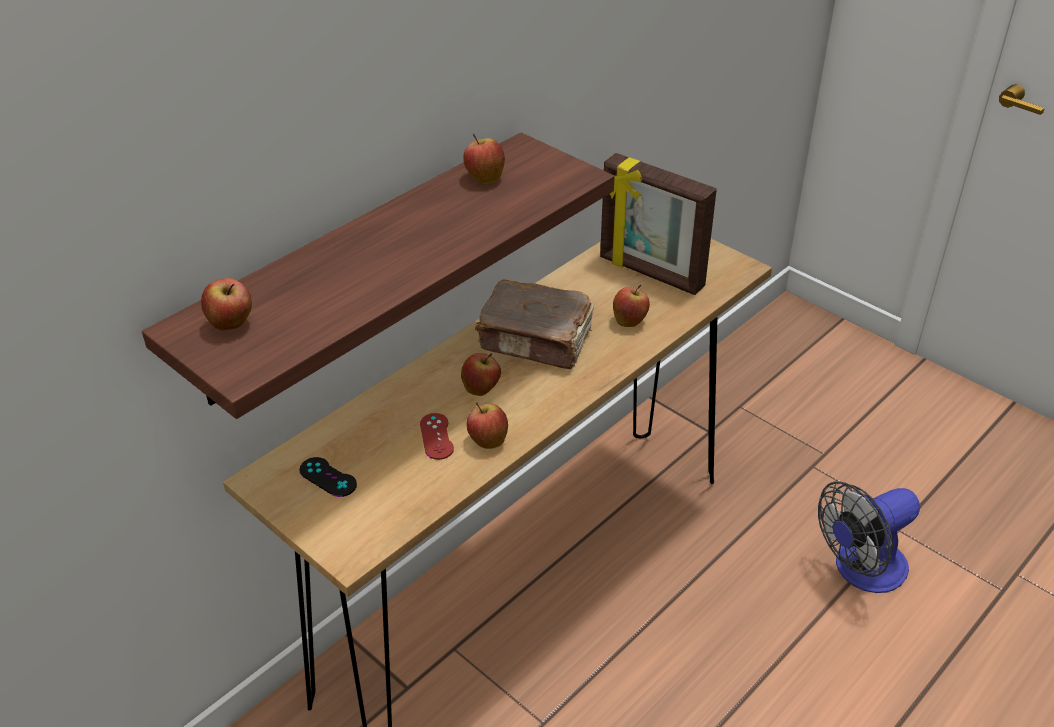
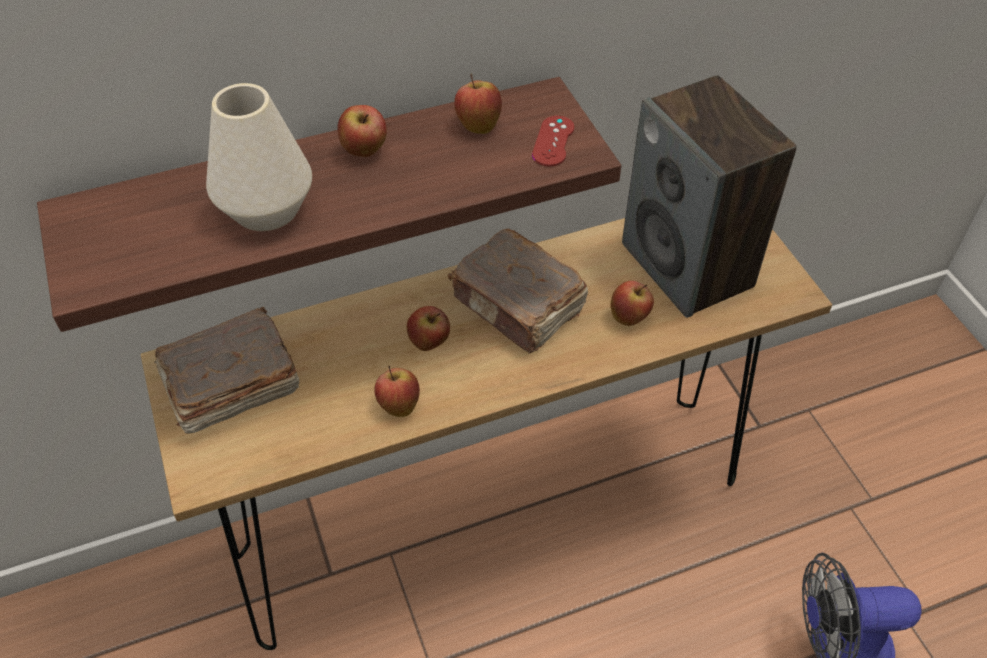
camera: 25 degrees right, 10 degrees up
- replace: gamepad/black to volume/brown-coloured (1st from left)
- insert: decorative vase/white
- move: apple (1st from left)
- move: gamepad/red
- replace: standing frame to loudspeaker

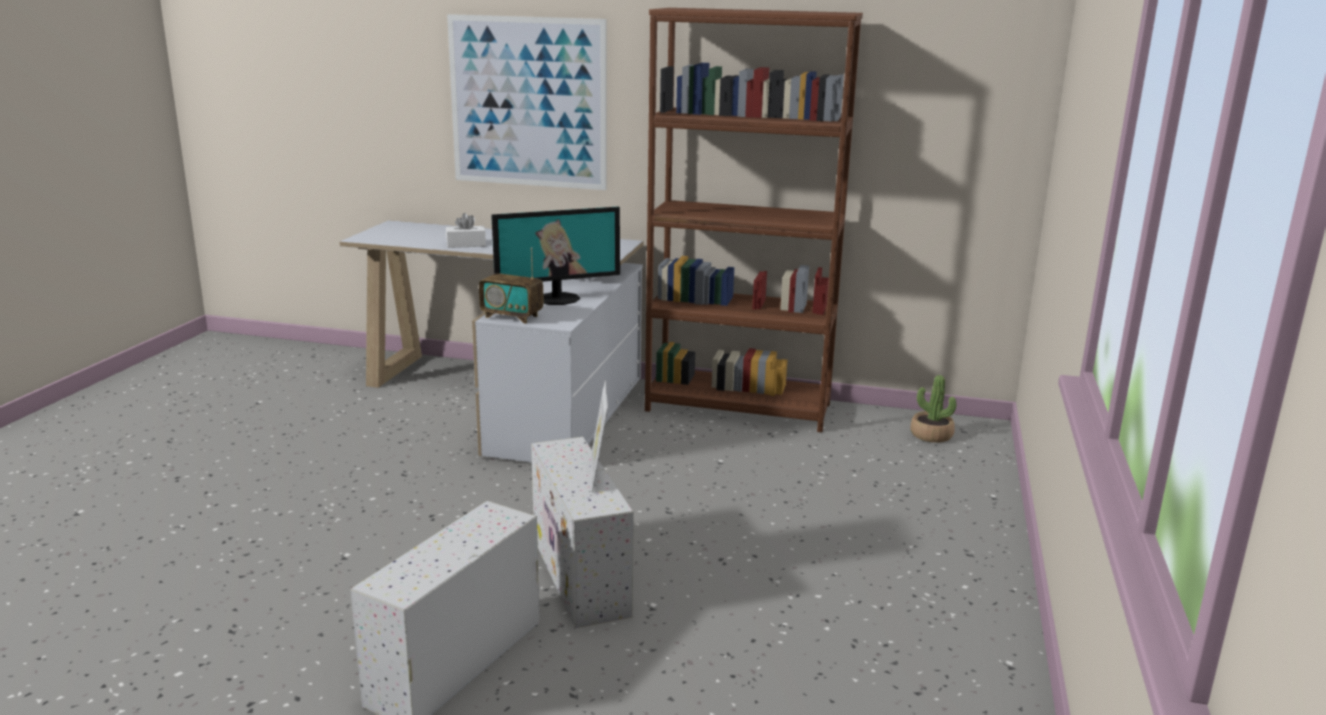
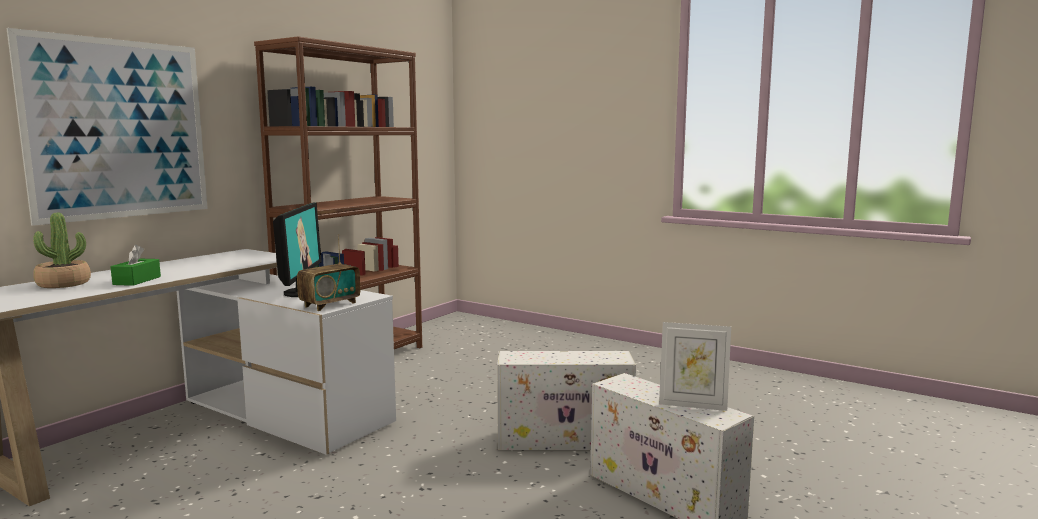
camera: 70 degrees left, 10 degrees down
- move: houseplant
- recolor: tissue box/white to tissue box/green
- move: standing frame

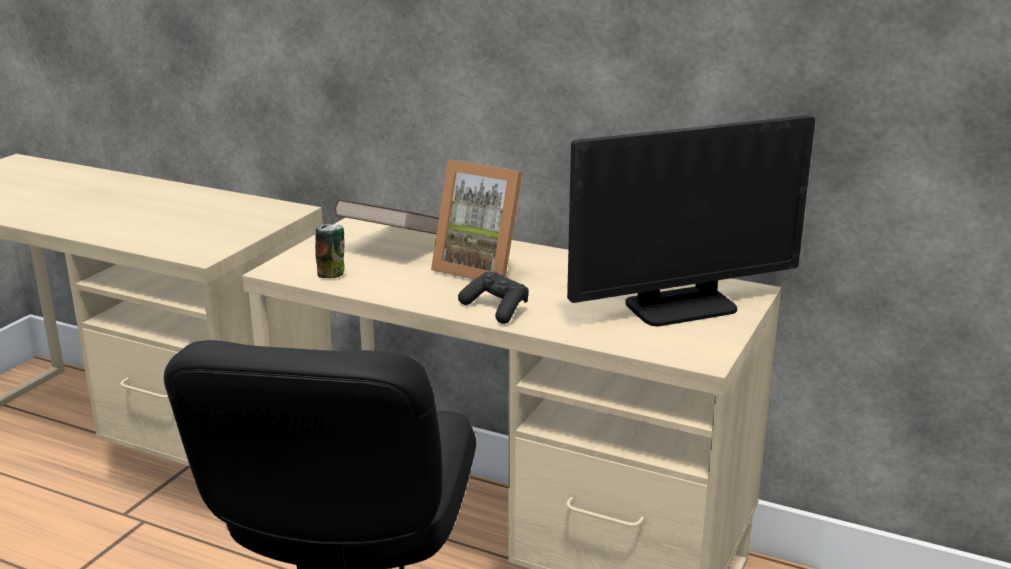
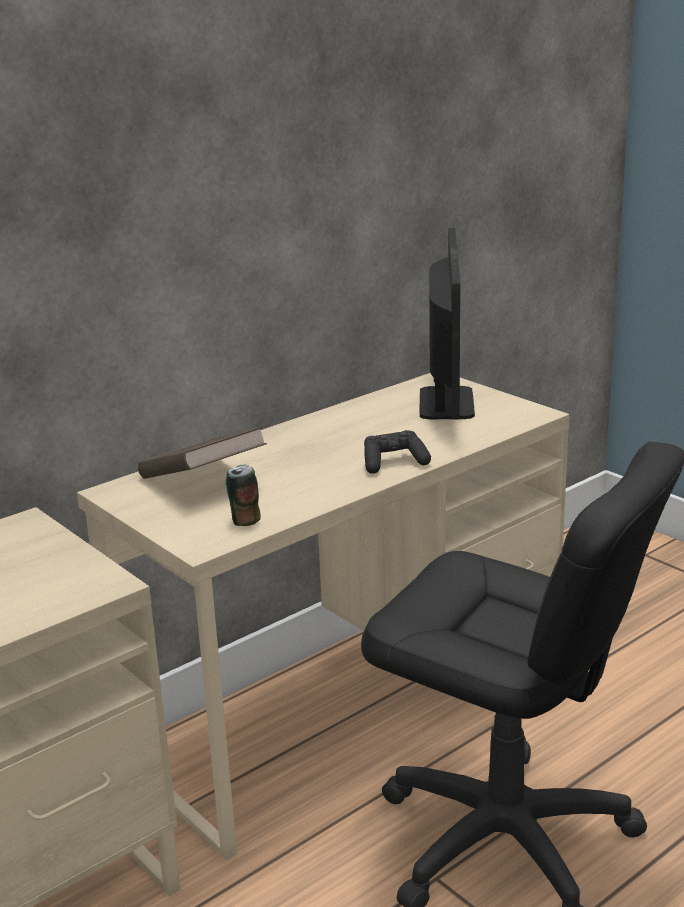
camera: 65 degrees left, 0 degrees up
- delete: standing frame

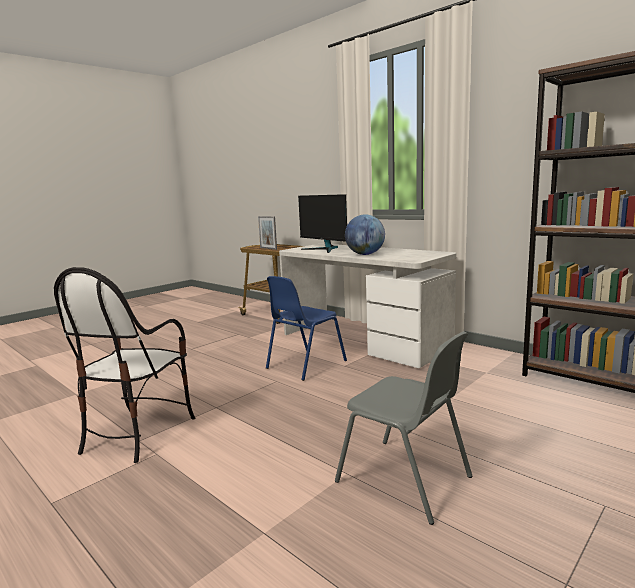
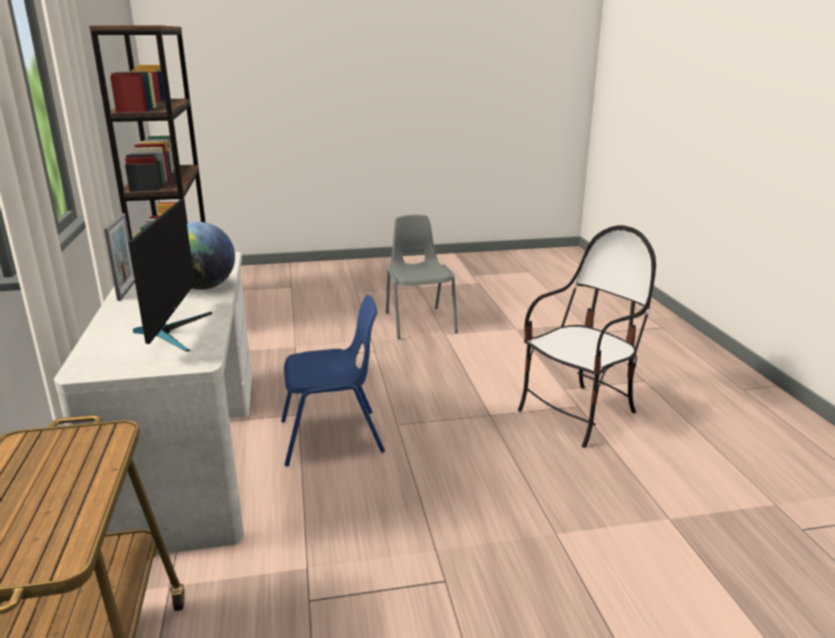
camera: 145 degrees left, 10 degrees up
- move: standing frame

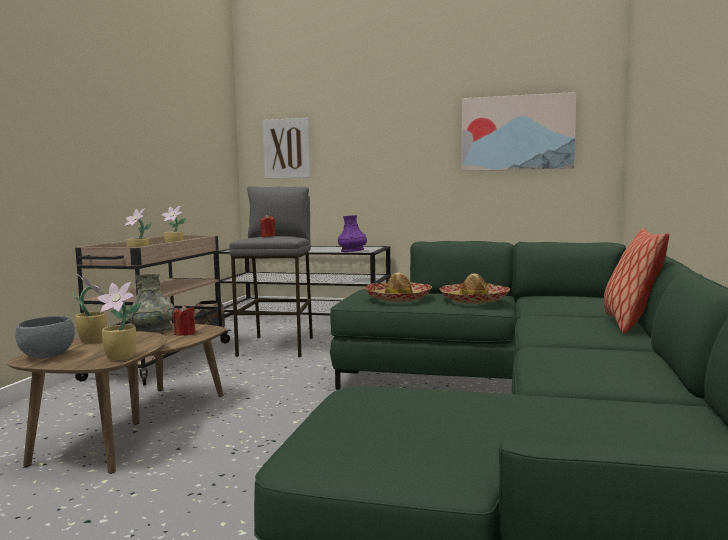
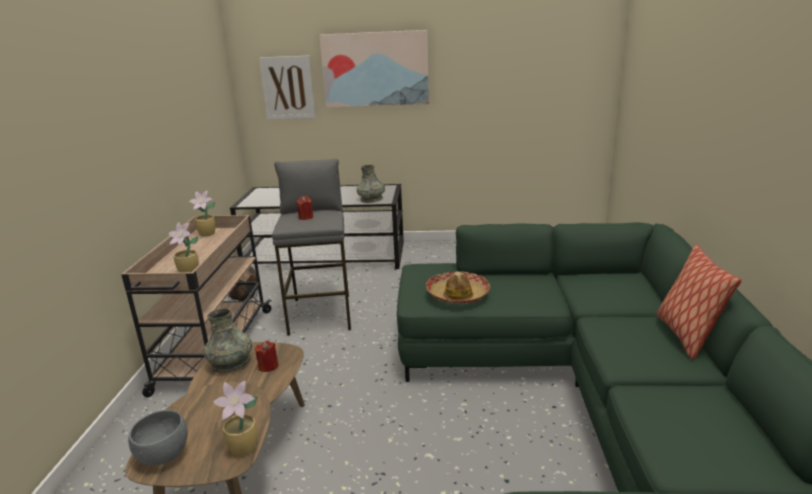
camera: 10 degrees left, 15 degrees up
- move: wall picture (2nd from left)
- recolor: decorative vase/purplish to decorative vase/grey (2nd from left)
- delete: houseplant (1st from left)
- delete: wearable hat (2nd from left)

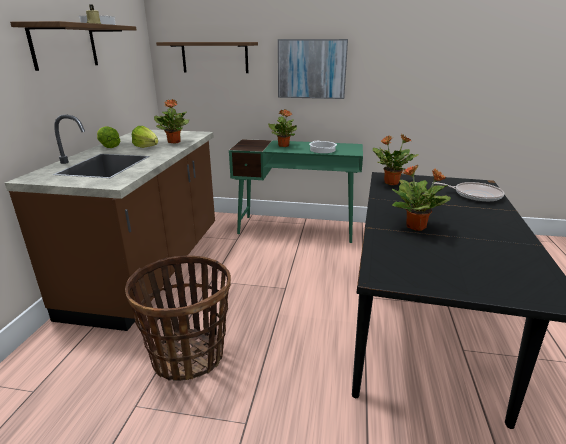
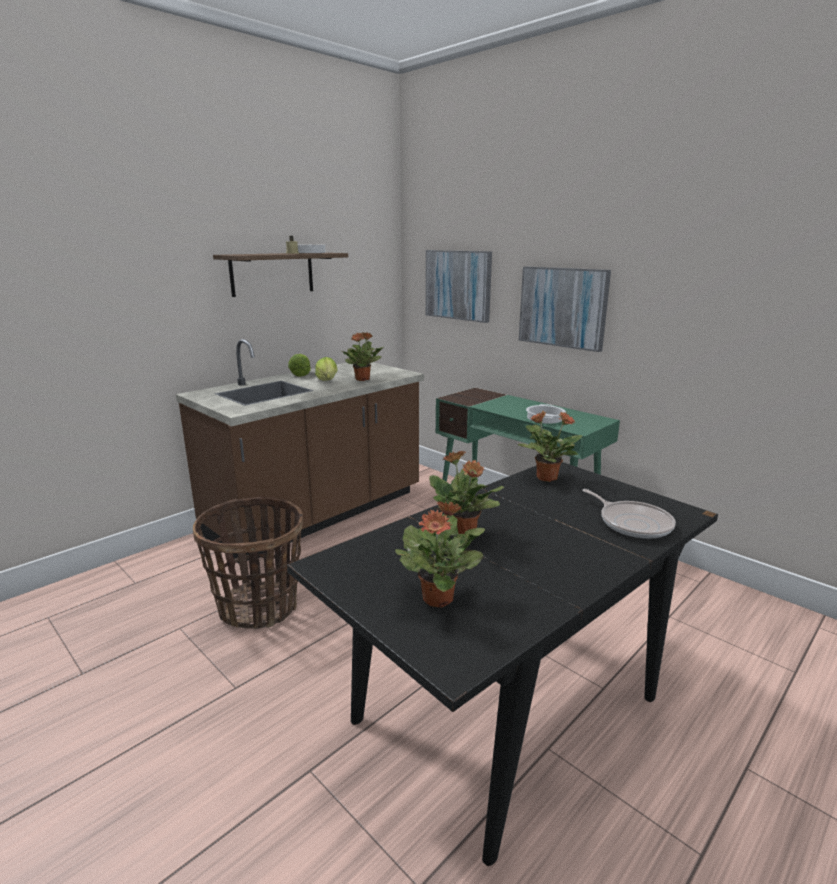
camera: 35 degrees right, 5 degrees down
- move: houseplant (2nd from left)
- replace: wall shelf (2nd from left) to wall picture (1st from left)

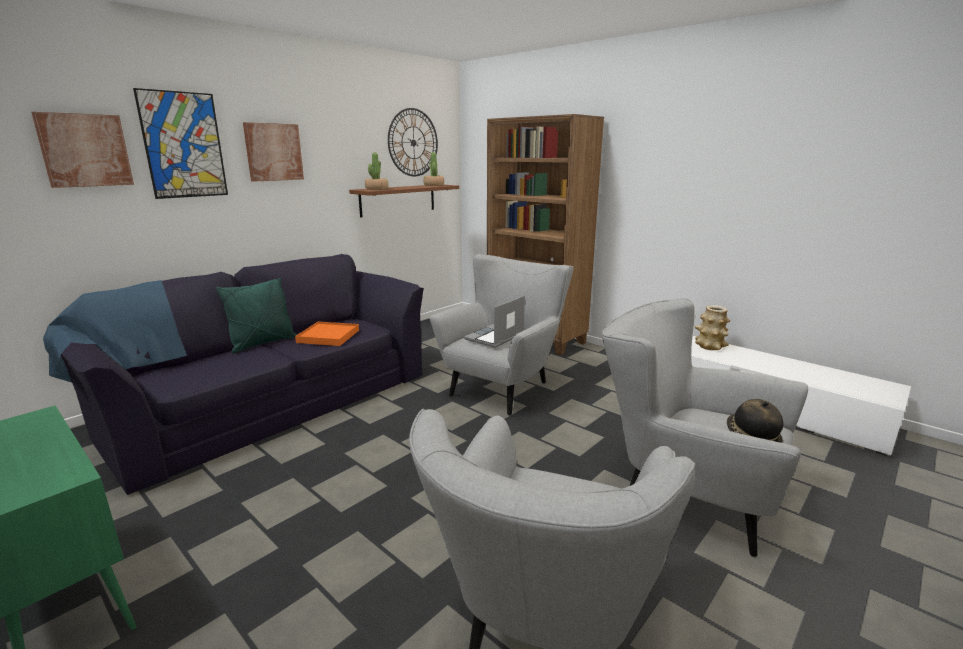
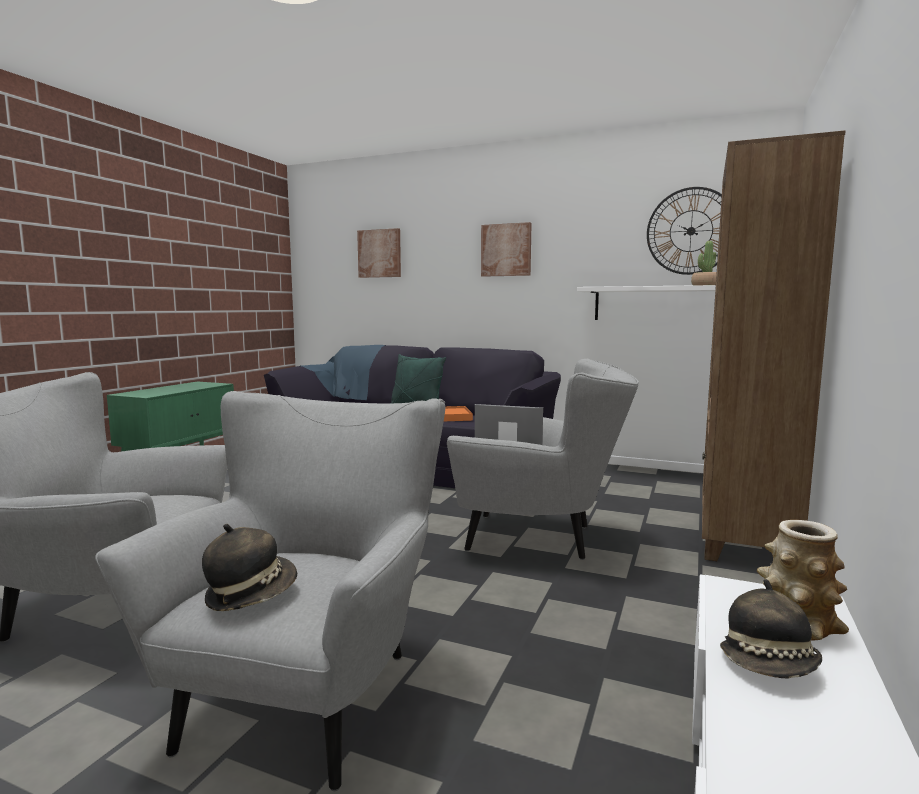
camera: 70 degrees right, 10 degrees down
- recolor: wall shelf/brown-coloured to wall shelf/white
- insert: wearable hat (2nd from left)
- delete: wall picture (2nd from left)
- delete: houseplant (1st from left)

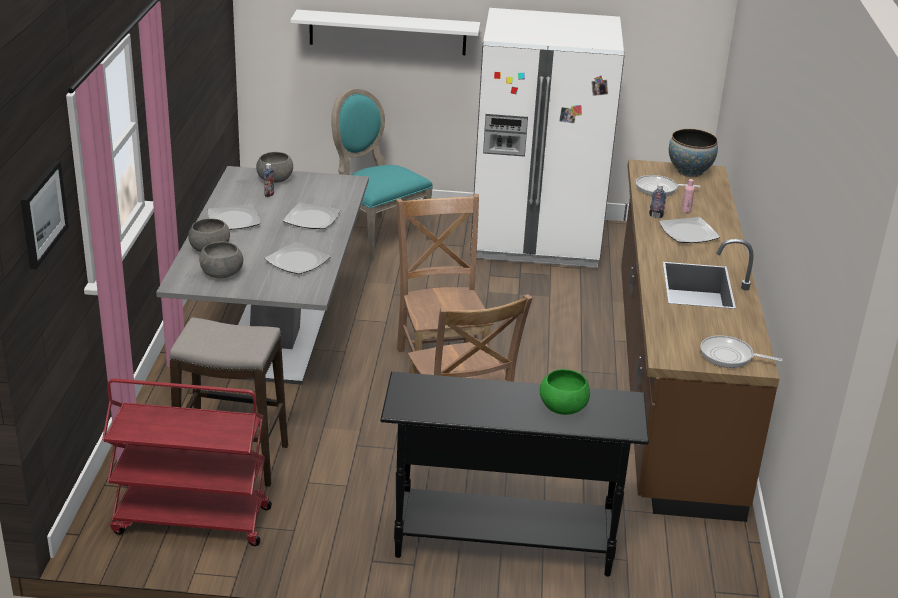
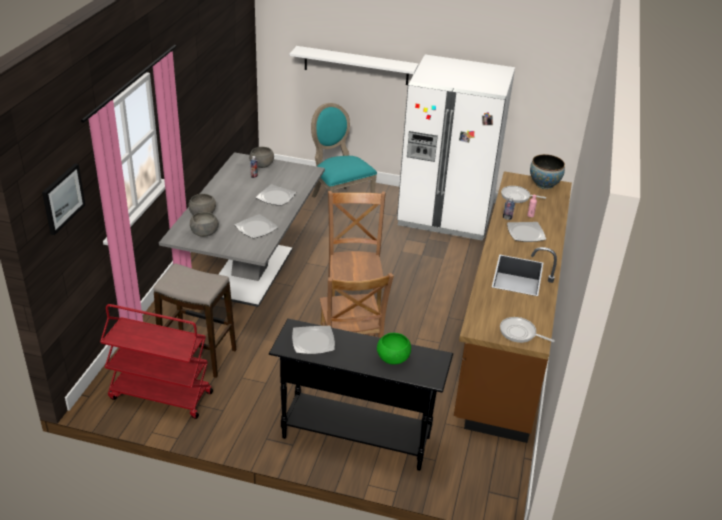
camera: 10 degrees right, 5 degrees up
- move: plate (1st from left in the first image) to plate (3rd from left)

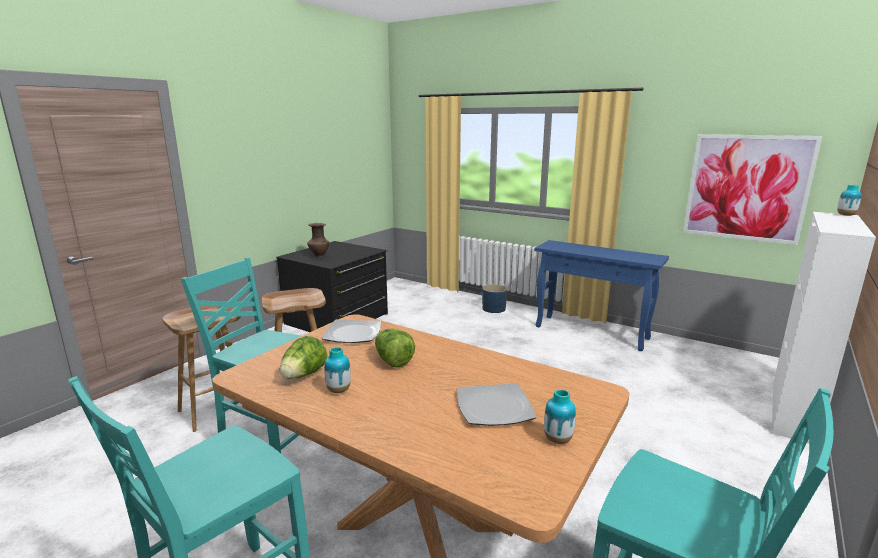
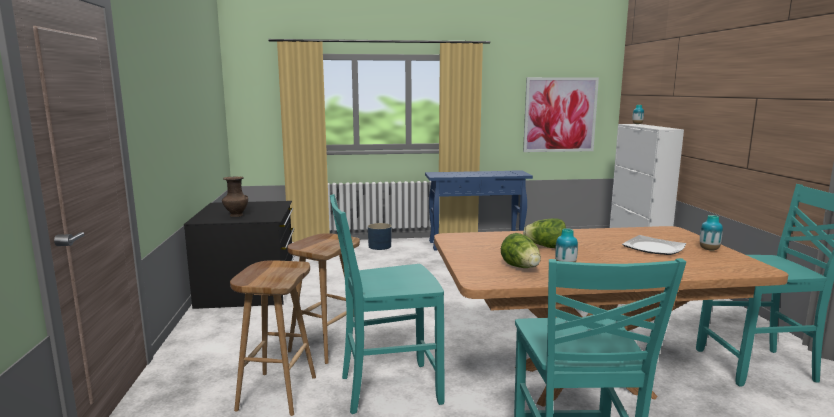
camera: 40 degrees left, 5 degrees down
- delete: plate (1st from left)

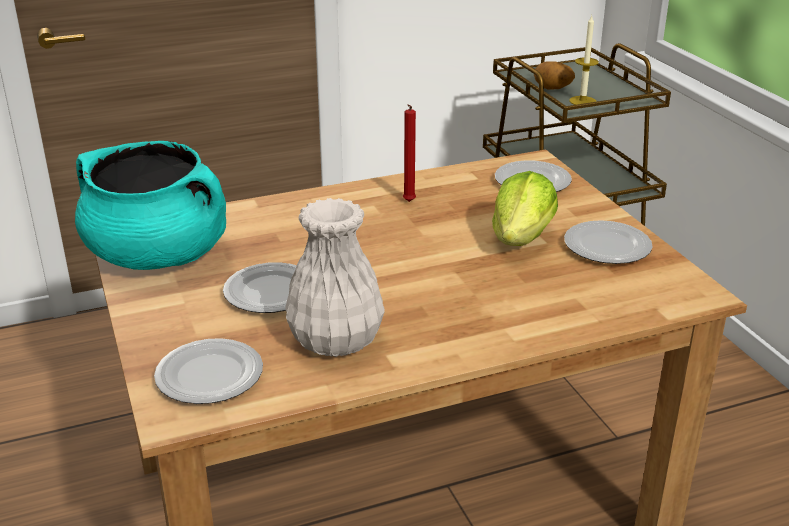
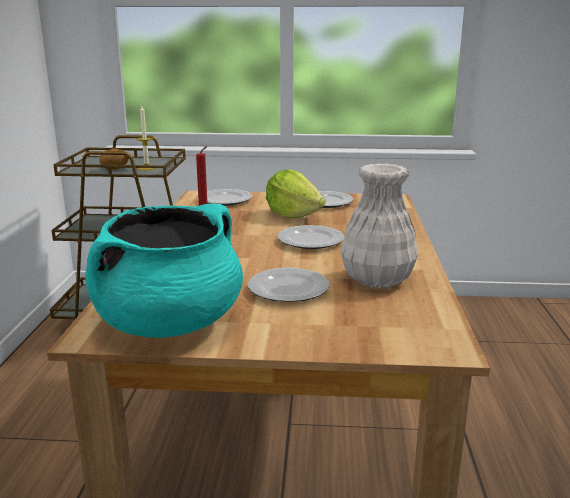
camera: 65 degrees left, 10 degrees down
- move: plate (1st from left in the first image) to plate (3rd from left)

